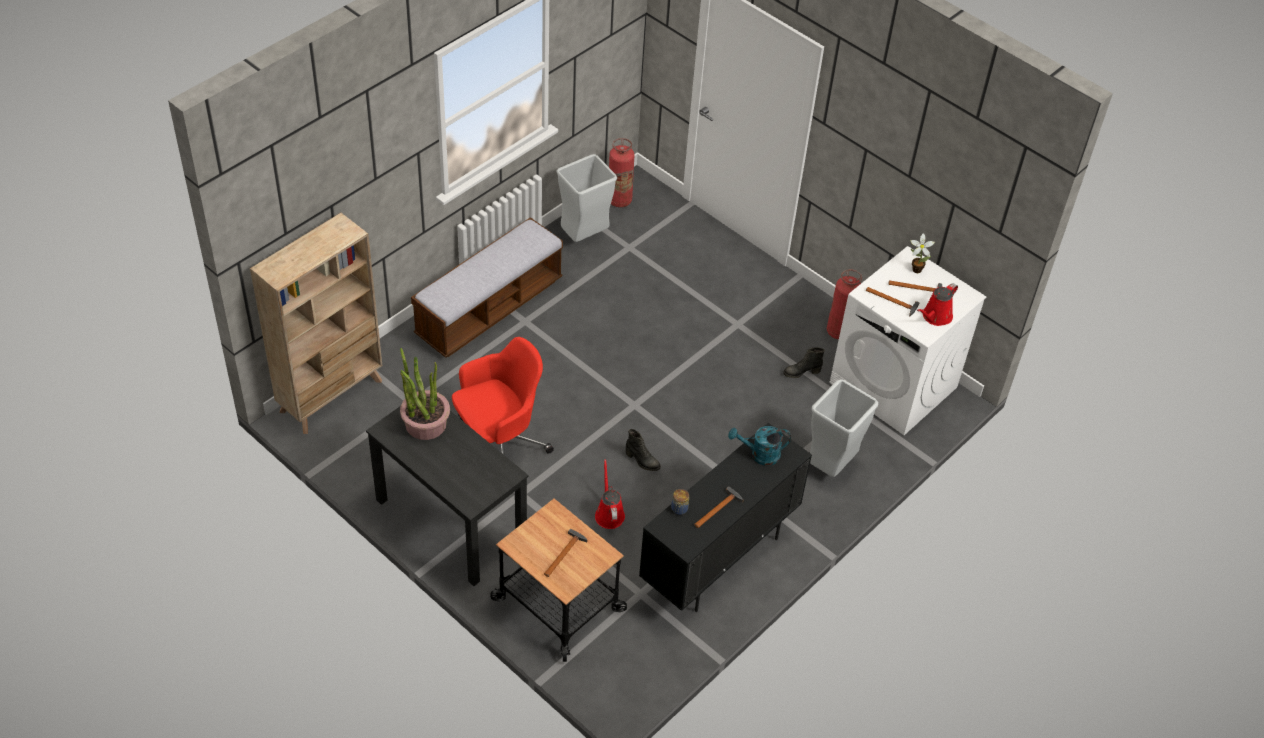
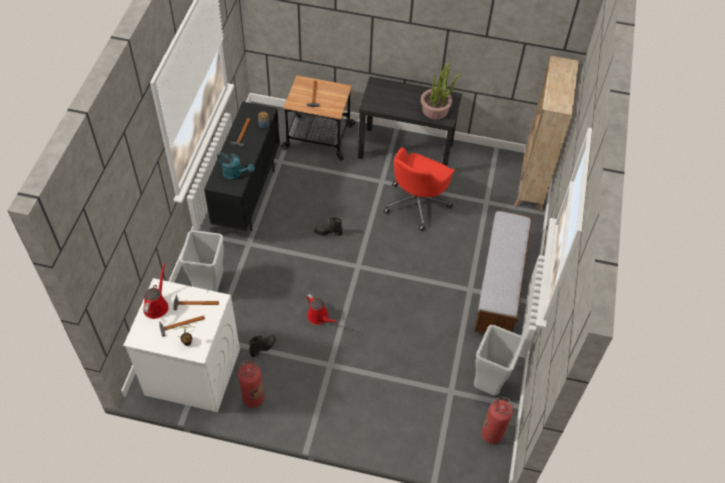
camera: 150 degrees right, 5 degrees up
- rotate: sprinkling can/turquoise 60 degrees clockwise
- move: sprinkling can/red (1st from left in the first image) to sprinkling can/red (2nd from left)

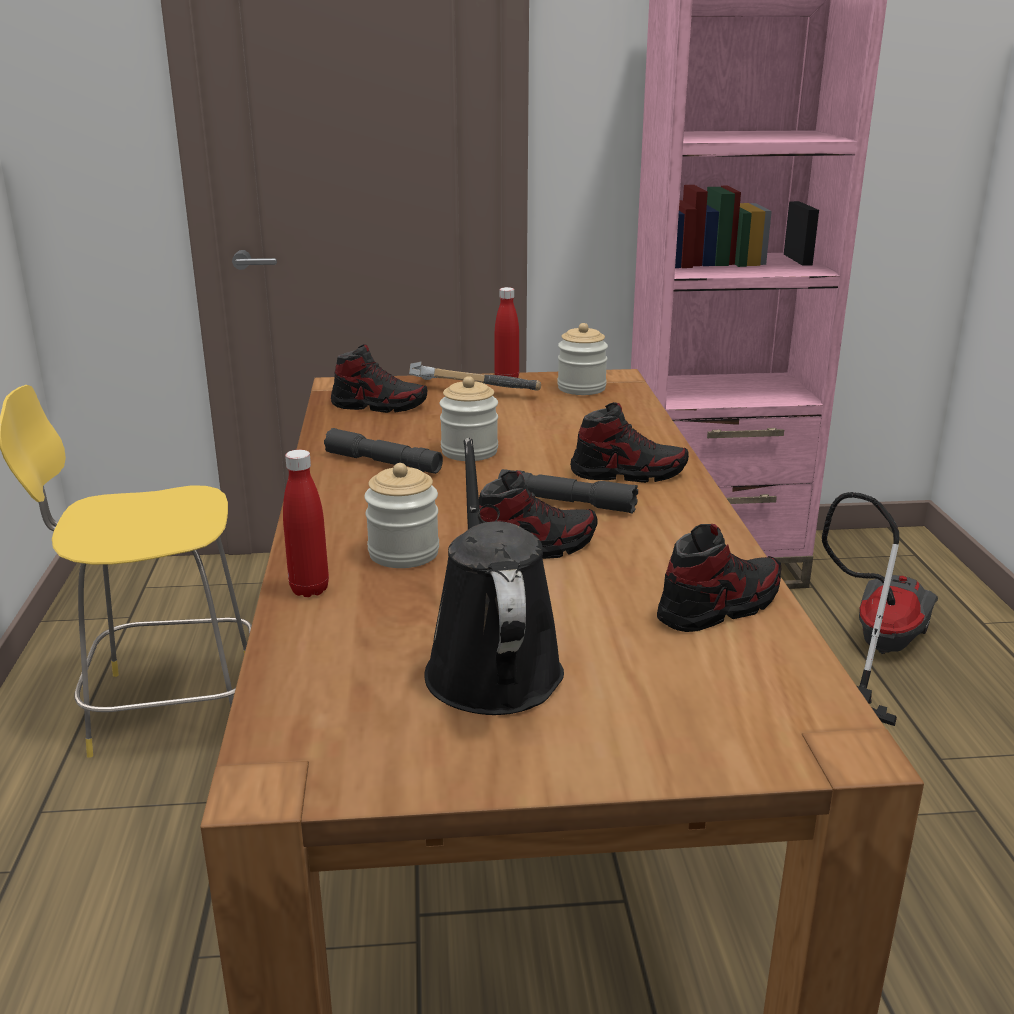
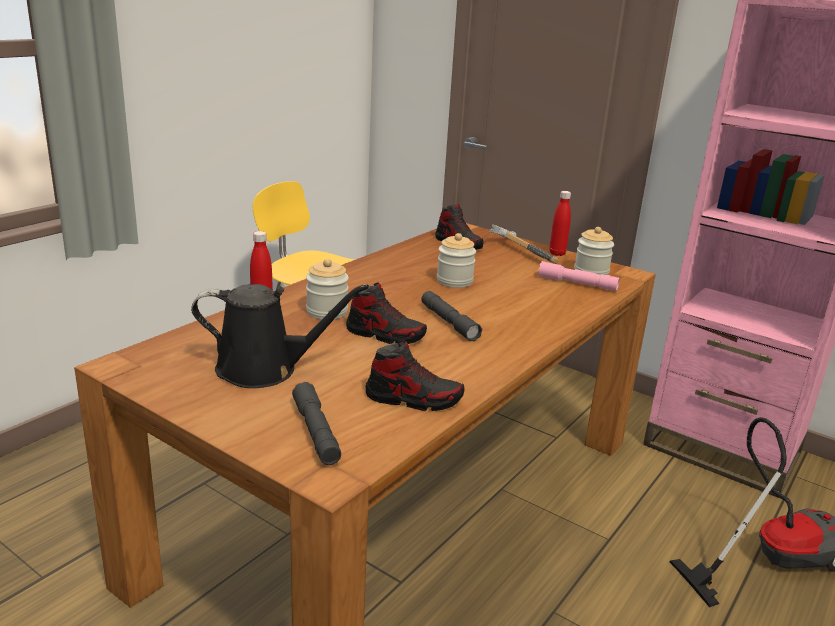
camera: 40 degrees right, 0 degrees up
- rotate: sprinkling can/black 60 degrees clockwise
- move: hand torch/grey (1st from left)
- insert: hand torch/pink
- delete: low shoe (3rd from left)

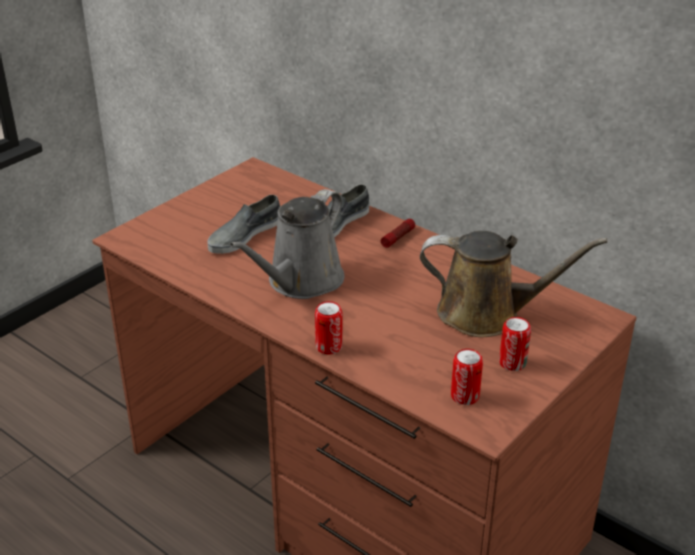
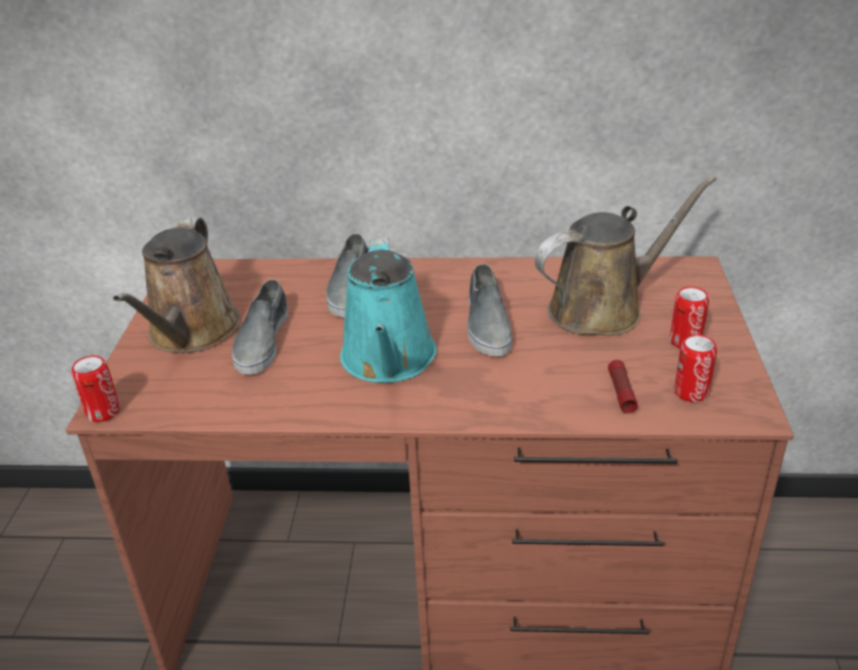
camera: 35 degrees left, 0 degrees up
- move: can (1st from left)
- insert: sprinkling can/brown-coloured (1st from left)
- recolor: sprinkling can/grey to sprinkling can/turquoise
- insert: low shoe/grey (3rd from left)
- move: hand torch

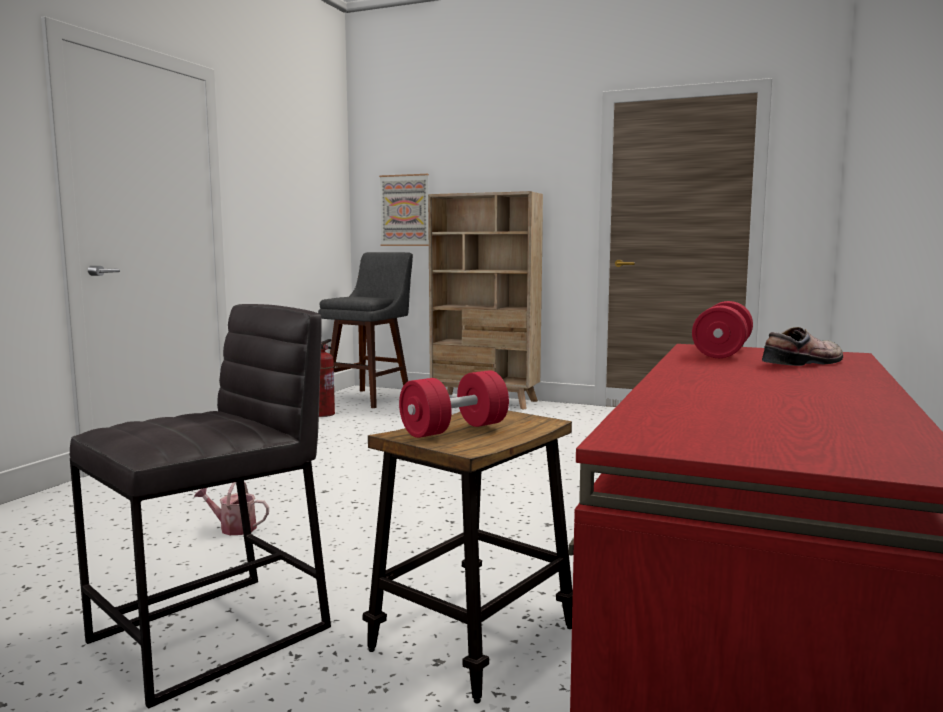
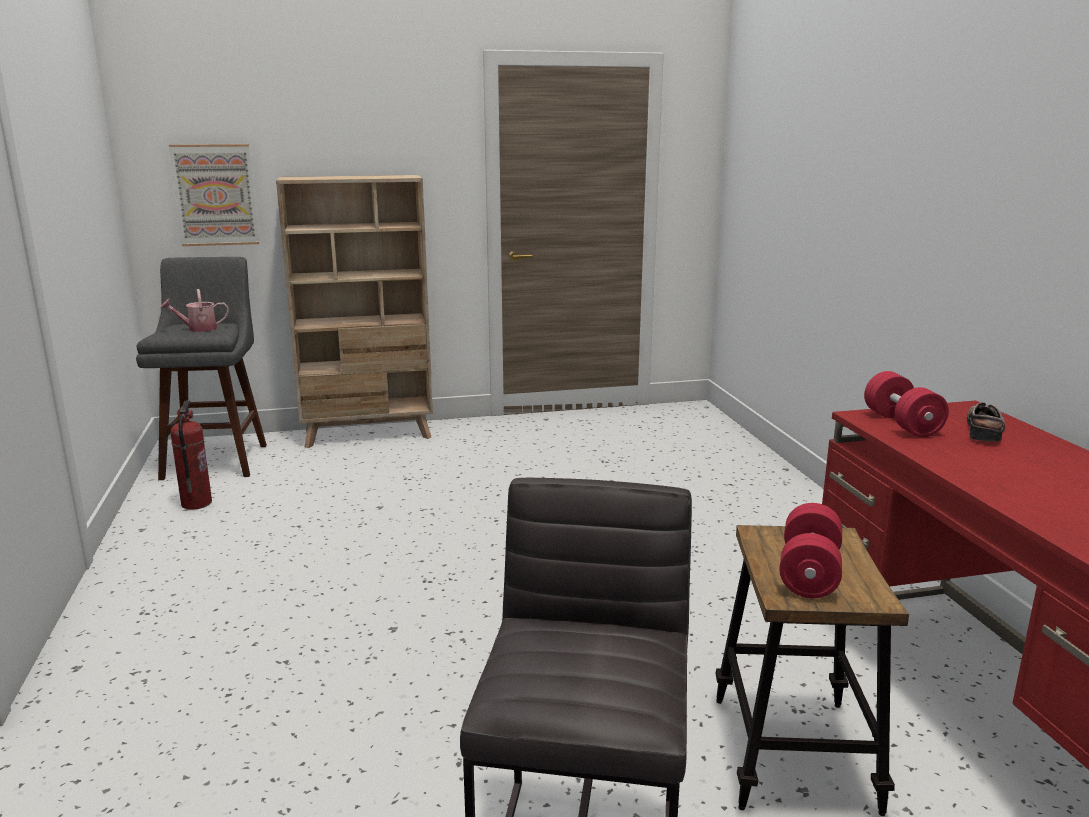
camera: 35 degrees left, 10 degrees up
- move: sprinkling can

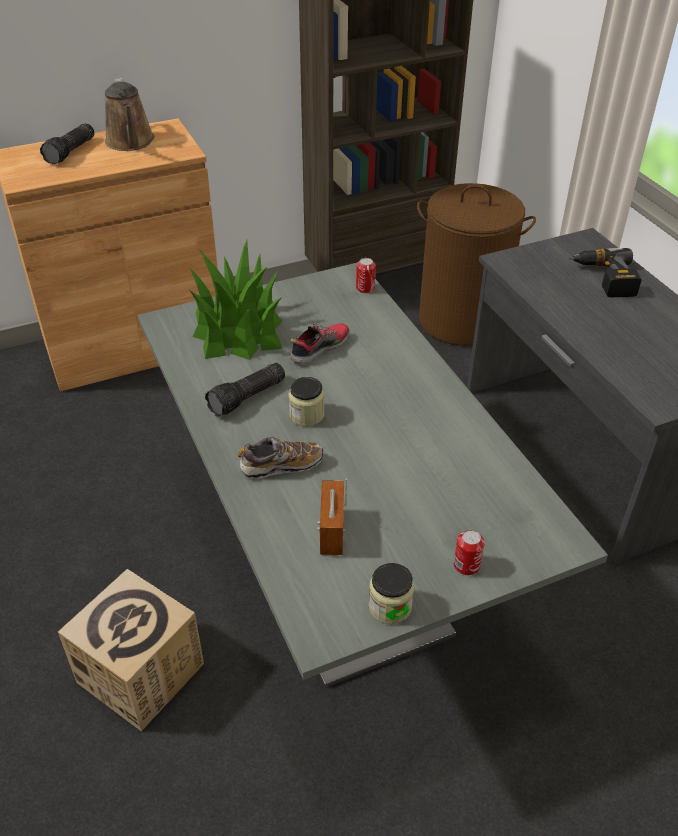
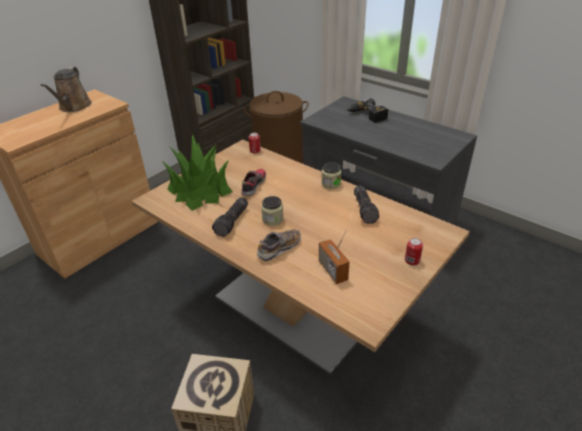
camera: 25 degrees left, 5 degrees down
- rotate: sprinkling can/brown-coloured 45 degrees clockwise
- recolor: kitchen table/grey to kitchen table/brown-coloured
- move: jar (2nd from left)
- move: hand torch (1st from left in the first image) to hand torch (2nd from left)

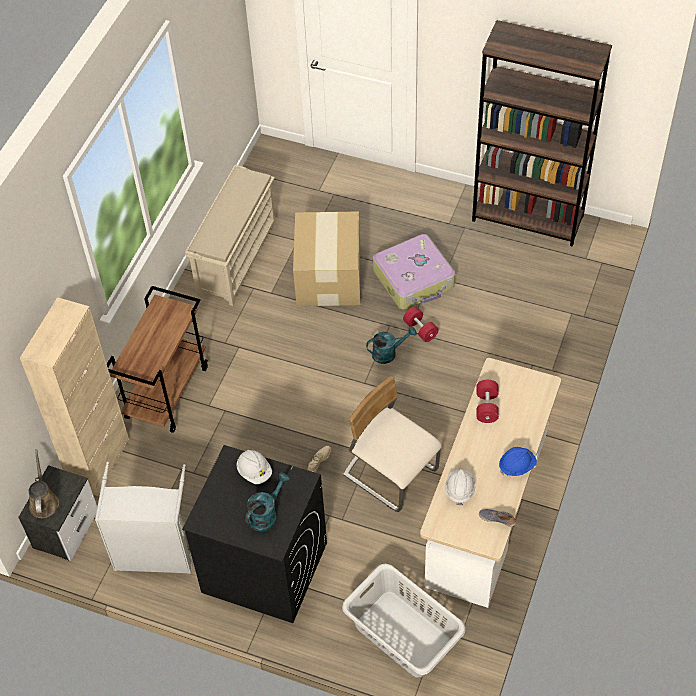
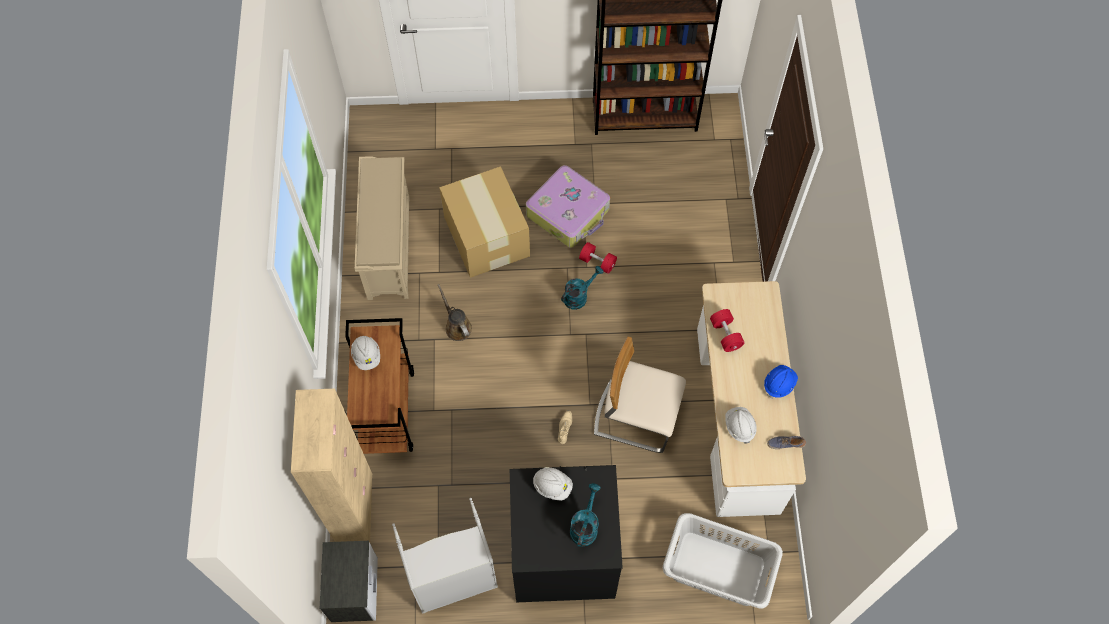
camera: 25 degrees left, 10 degrees up
- insert: safety helmet/white (1st from left)
- move: sprinkling can/brown-coloured

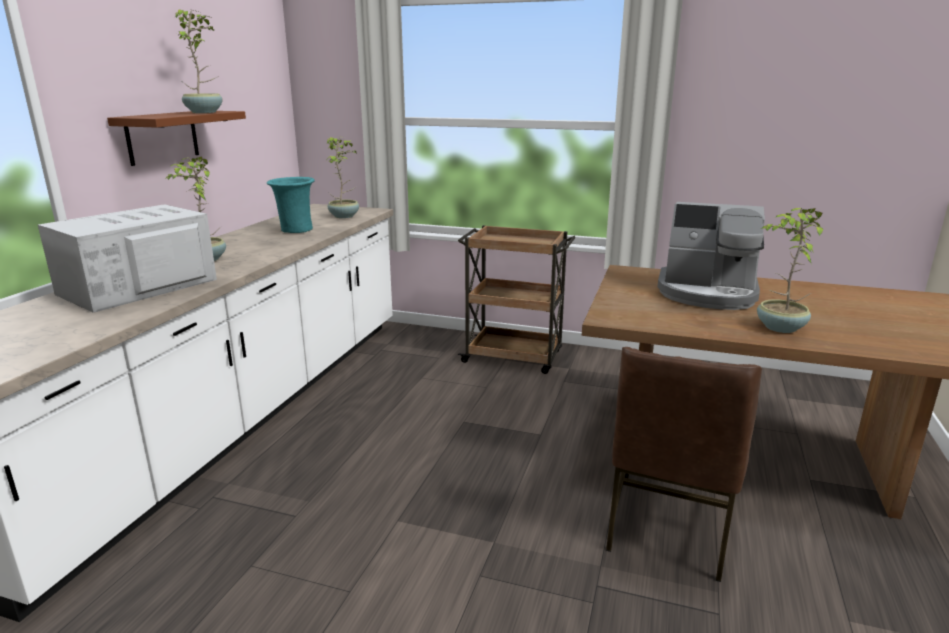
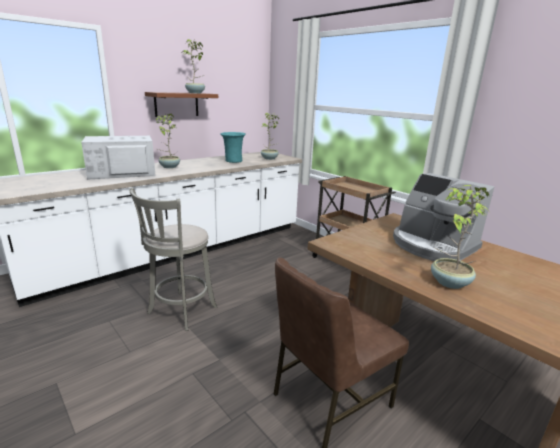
camera: 30 degrees right, 0 degrees up
- insert: sitting stool/grey

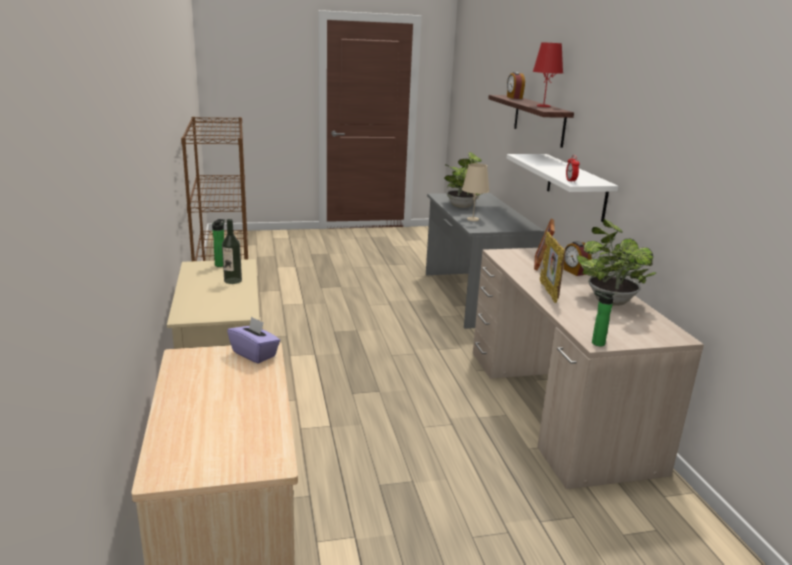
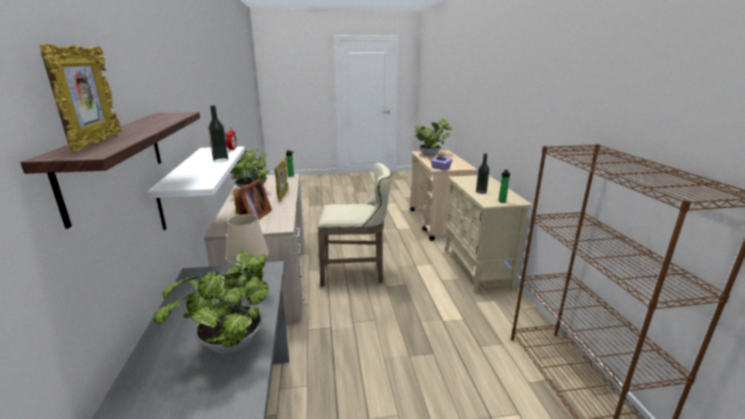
camera: 175 degrees left, 0 degrees up
- replace: table clock (1st from left) to standing frame (1st from left)
- insert: bottle (1st from left)
- insert: sitting stool/sand-coloured
- insert: houseplant (3rd from left)
- delete: table lamp/red

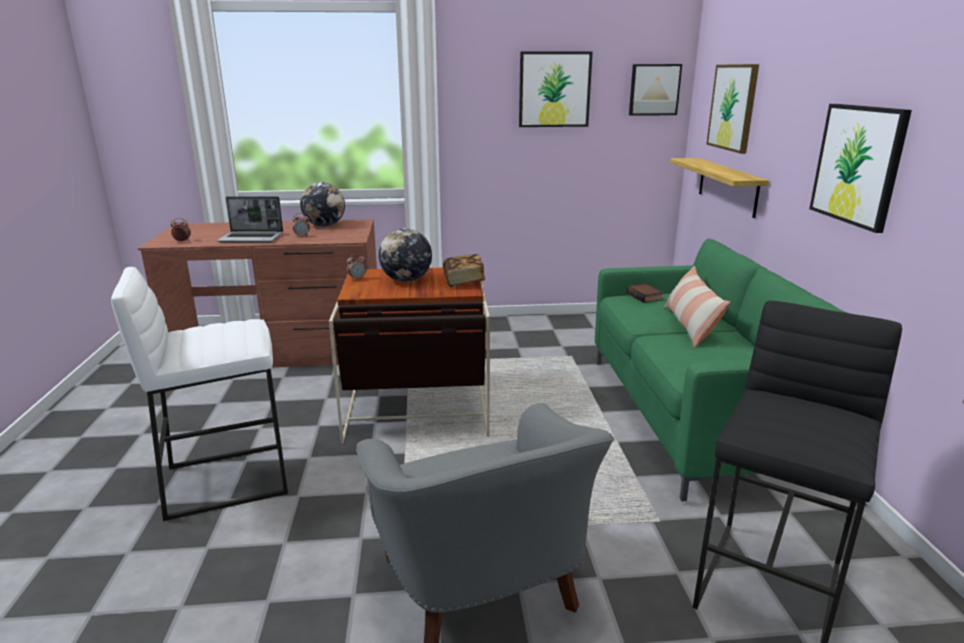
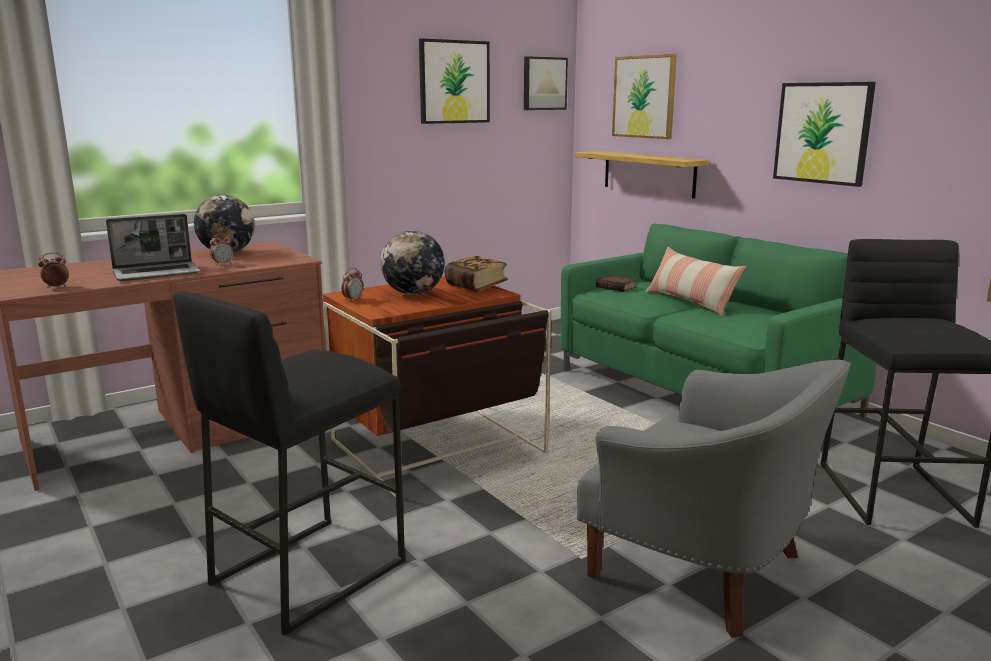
camera: 30 degrees left, 5 degrees down
- recolor: sitting stool/white to sitting stool/black (1st from left)

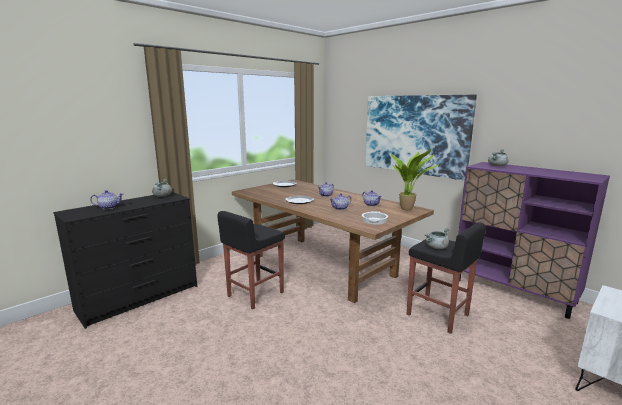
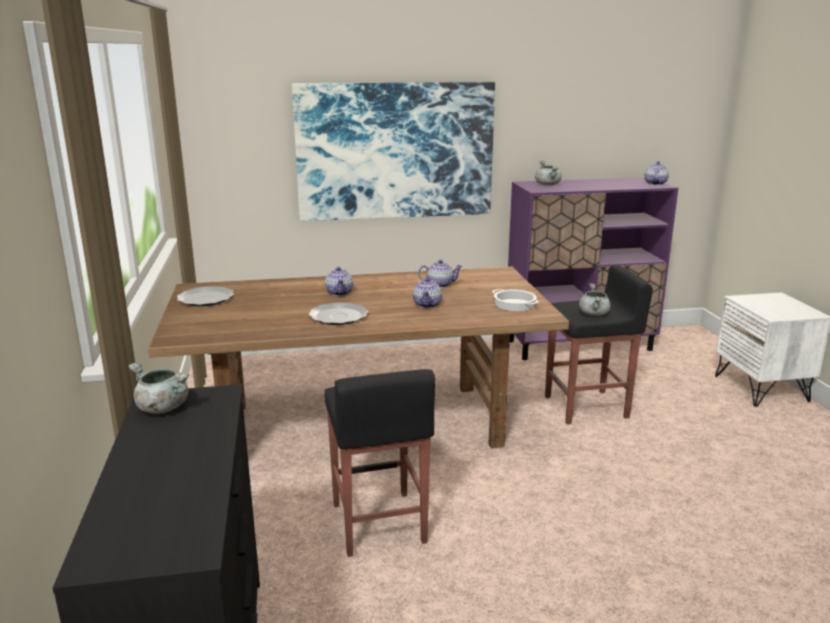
camera: 55 degrees left, 5 degrees up
- move: teapot (1st from left in the first image) to teapot (4th from left)
- delete: houseplant

